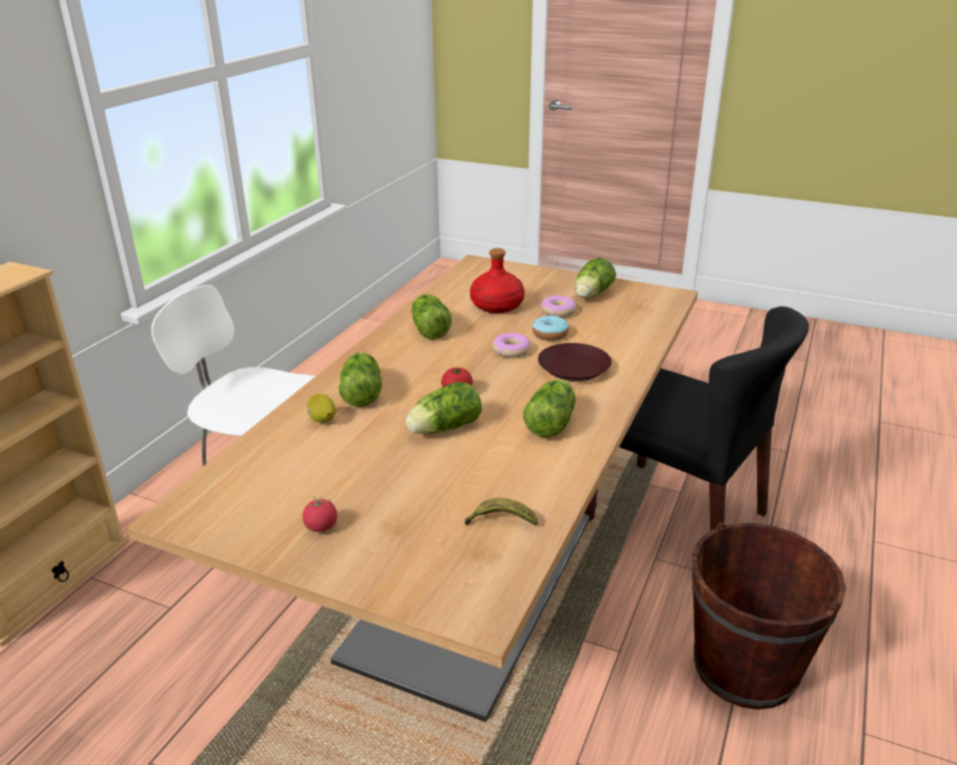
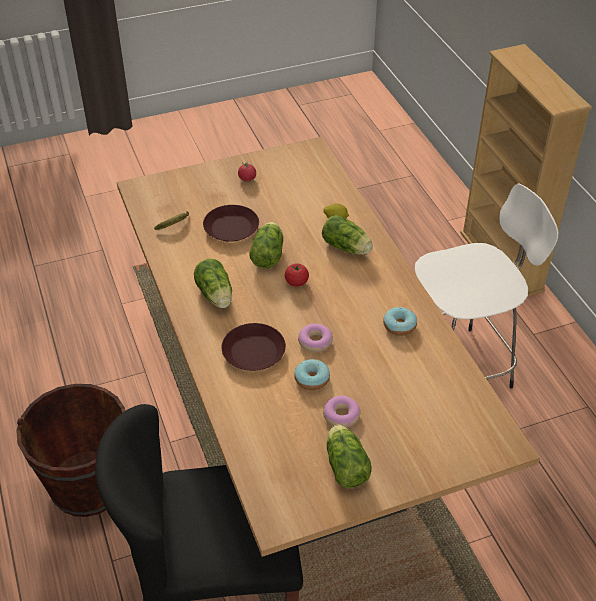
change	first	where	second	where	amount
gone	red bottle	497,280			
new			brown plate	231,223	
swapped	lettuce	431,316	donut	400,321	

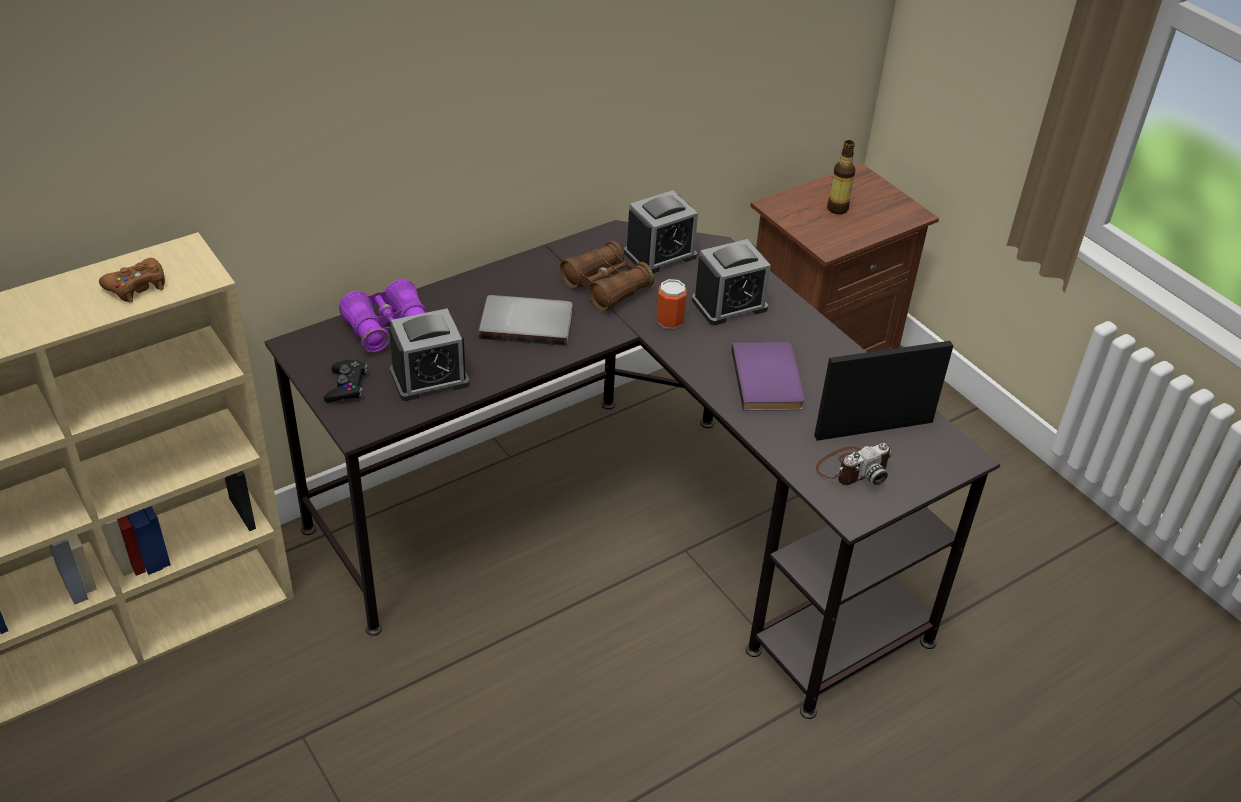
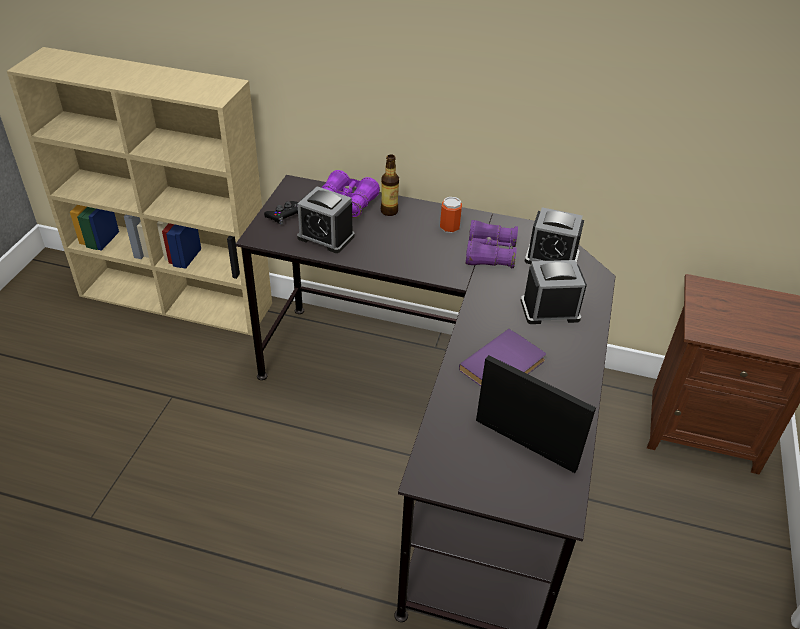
change	first	where	second	where	amount
gone	brown game controller	132,280			
gone	grey book	525,320			
gone	photo camera	853,464			
shifted	can	671,304		451,215	
shifted	bottle	841,177		390,185	
repainted	brown binoculars	607,276	purple binoculars	491,244	
rotated	alarm clock	731,282		554,292	150 degrees clockwise

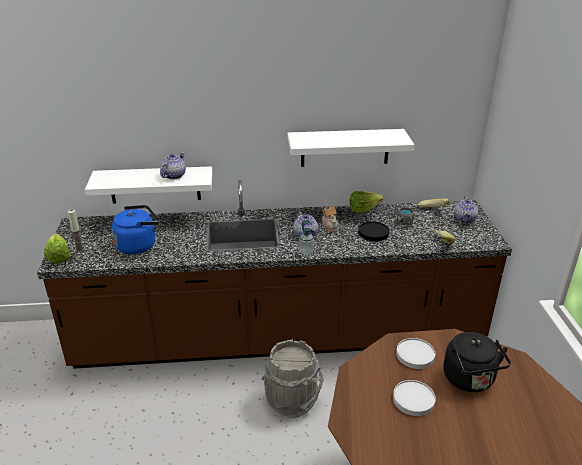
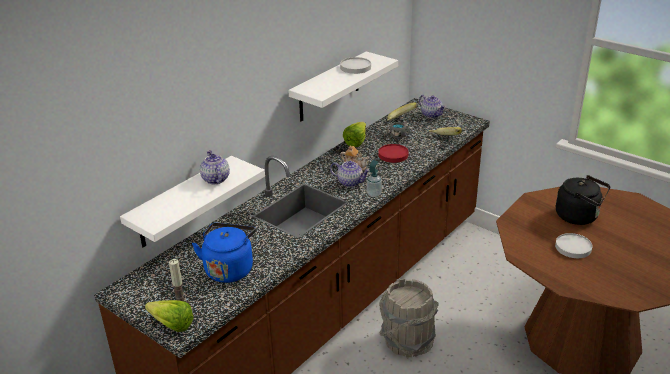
change	first	where	second	where	amount
shifted	white plate	415,353		355,65	
repainted	black plate	373,231	red plate	393,153	

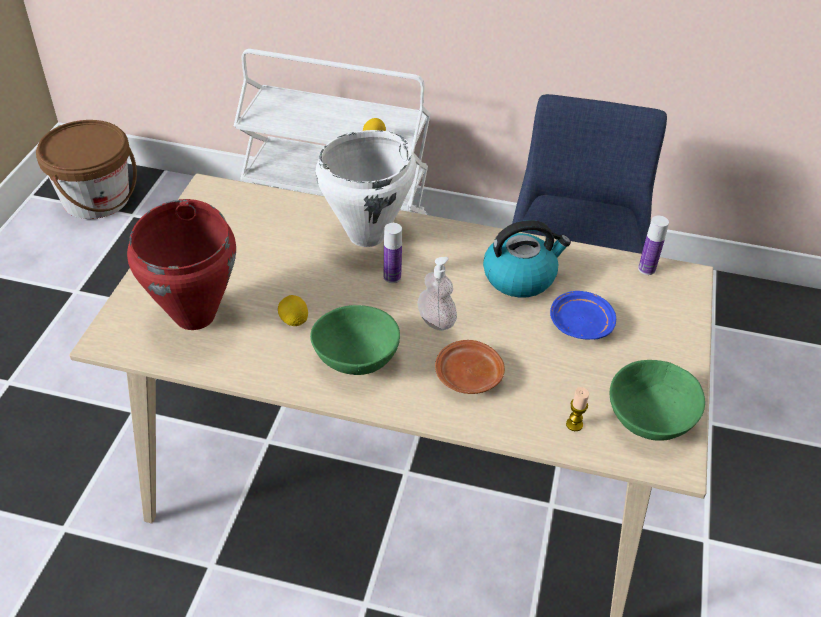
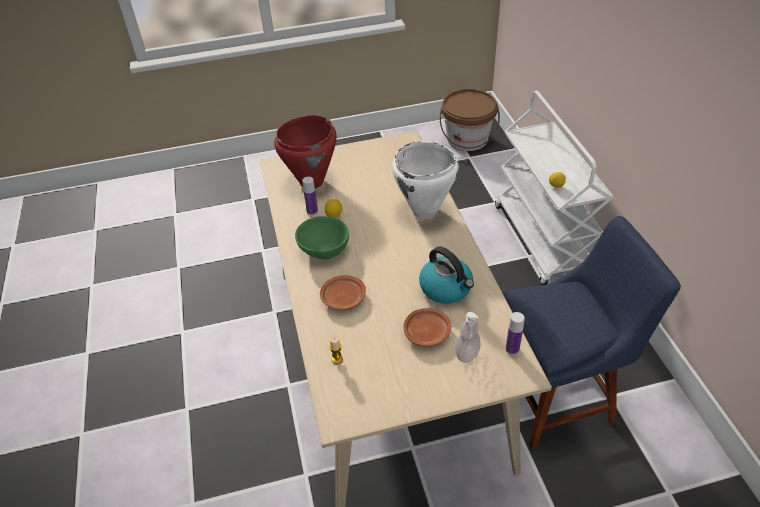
change	first	where	second	where	amount
gone	green bowl	657,400			
shifted	bottle	393,253		310,196	
shifted	soap dispenser	437,294		468,337	
repainted	blue plate	583,315	brown plate	427,327	

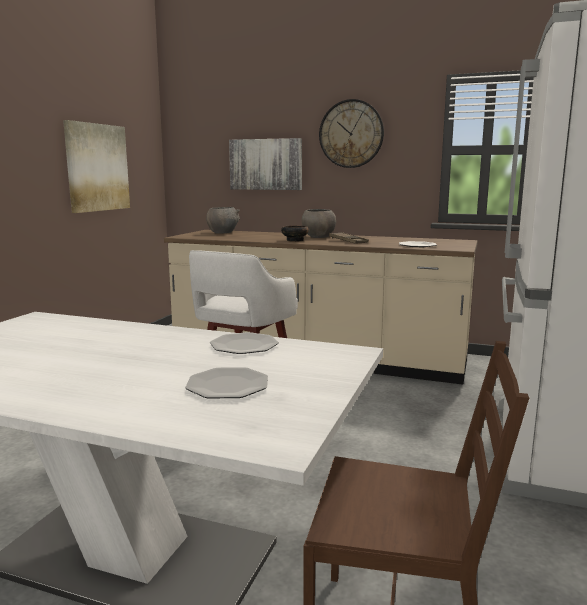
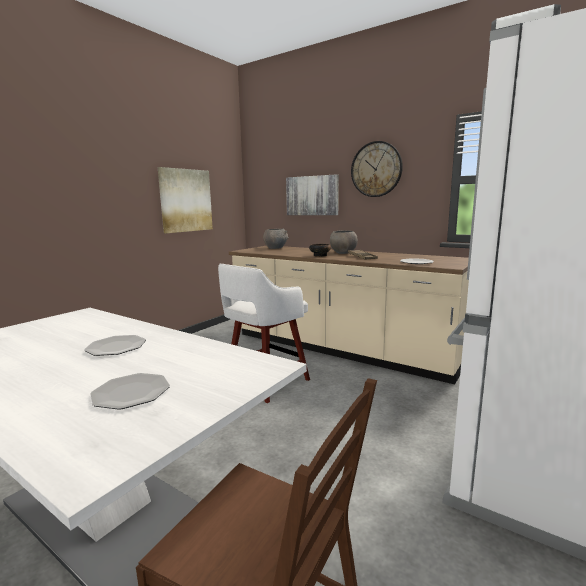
change	first	where	second	where	amount
shifted	plate	244,343		115,345	

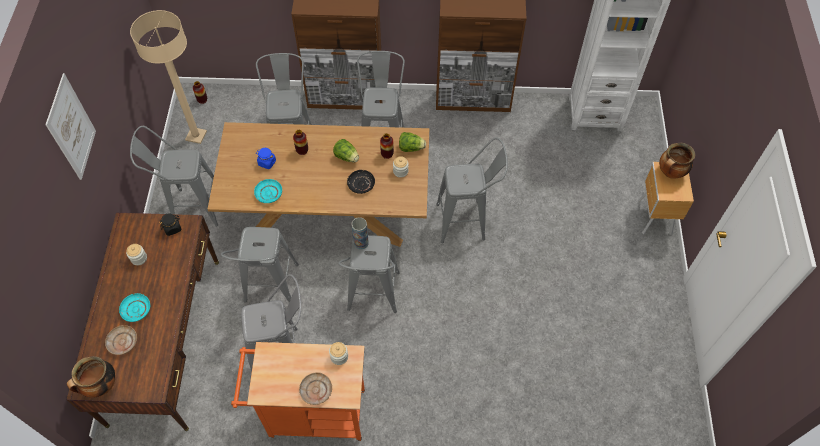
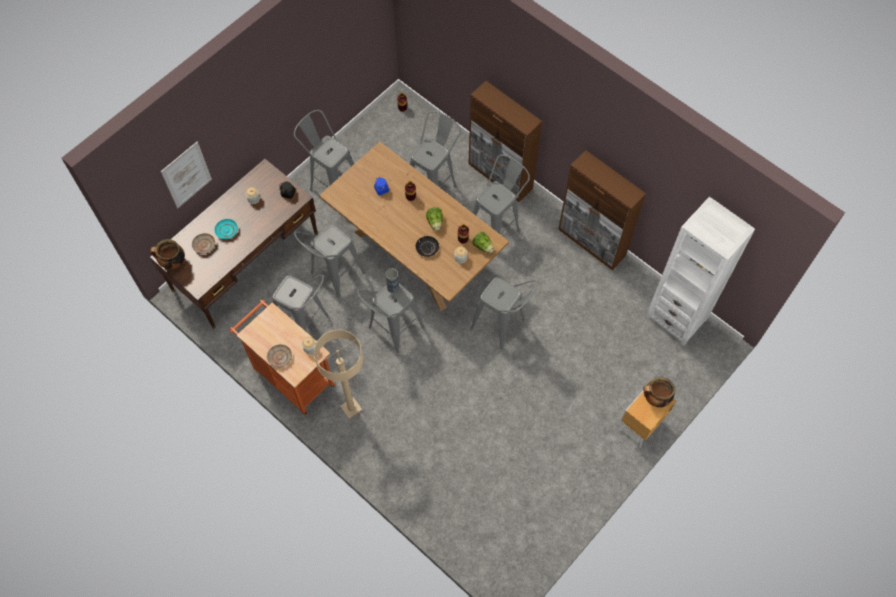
change	first	where	second	where	amount
gone	turquoise plate	268,191			
shifted	picture	70,126		186,175	
shifted	beige floor lamp	168,77		338,374	

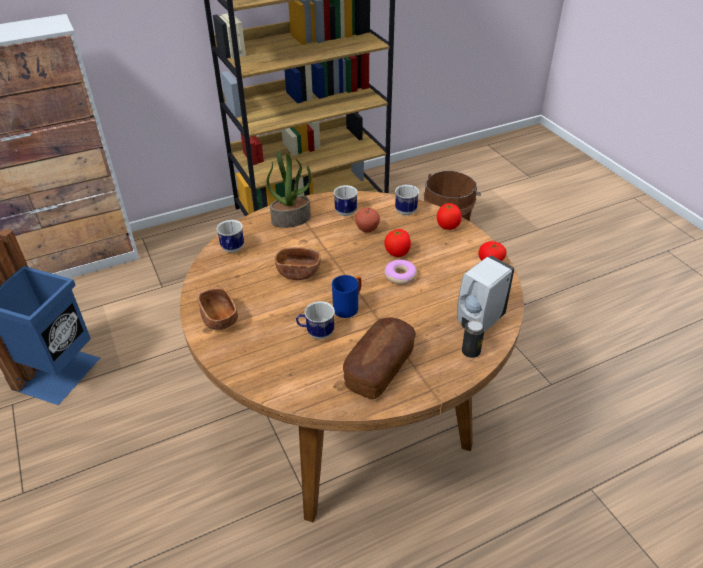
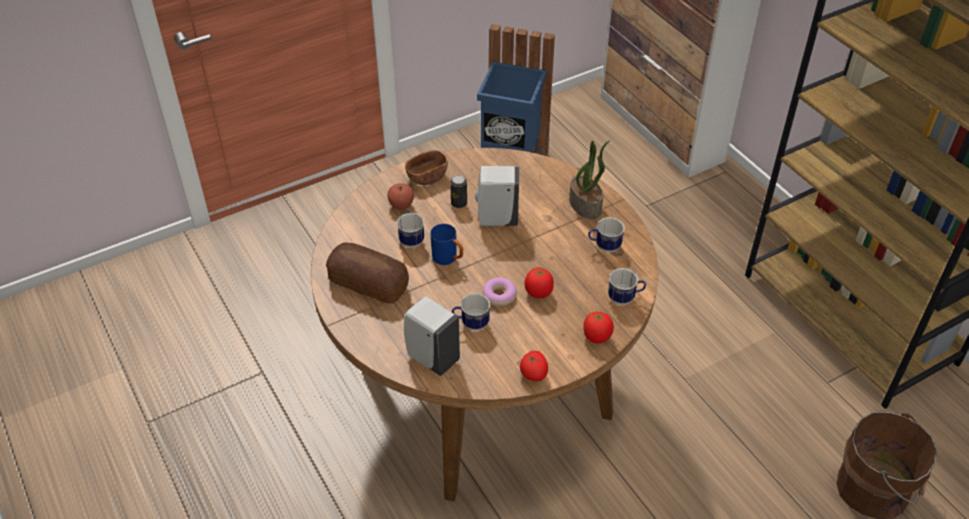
change	first	where	second	where	amount
shifted	mug	230,236		471,312	
shifted	apple	367,220		400,196	
shifted	can	473,339		458,191	
swapped	brown bowl	298,263	white soap dispenser	497,196	

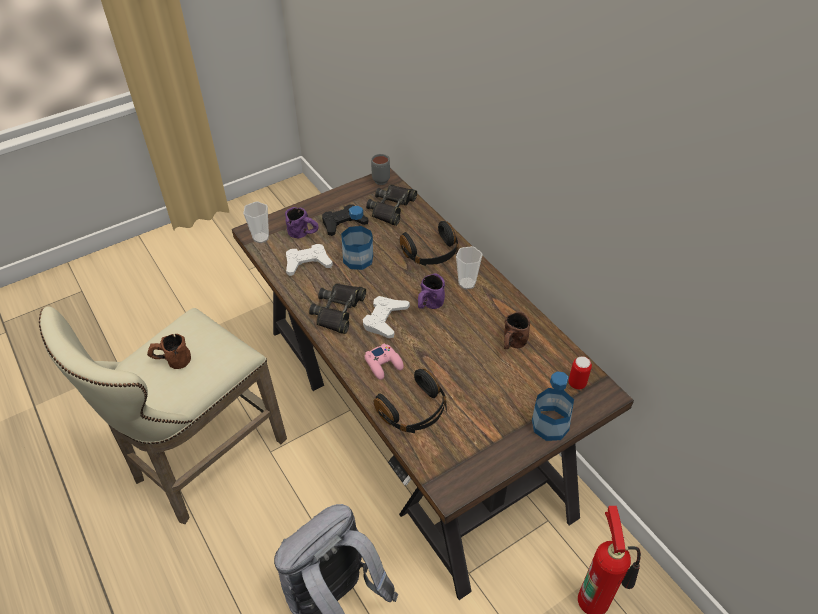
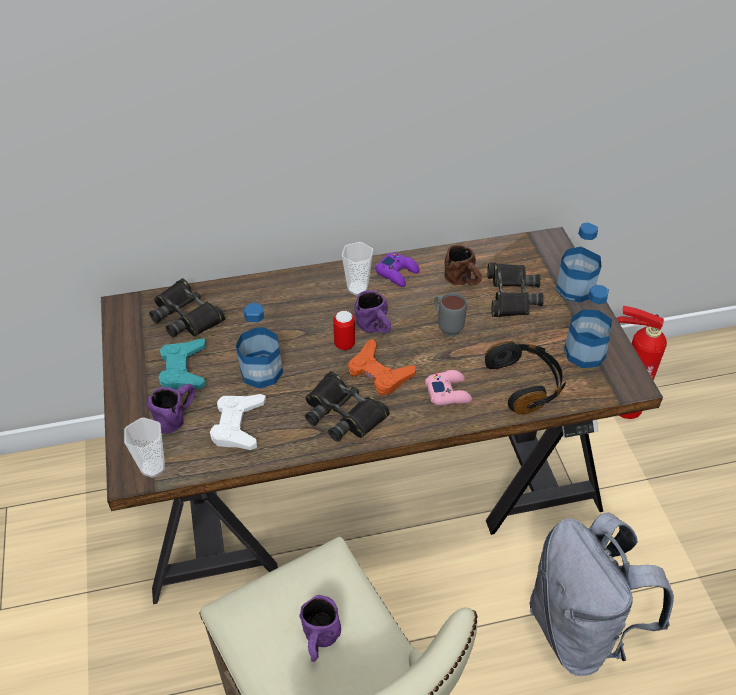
change	first	where	second	where	amount
gone	black headphones	429,243			
new			purple game controller	397,270	
new			black binoculars	515,290	
new			bottle	588,326	
shifted	grey mug	380,169		450,314	
shifted	can	580,373		344,330	
repainted	brown mug	169,351	purple mug	320,628	
repainted	black game controller	345,220	turquoise game controller	182,364	
repainted	white game controller	386,317	orange game controller	382,367	

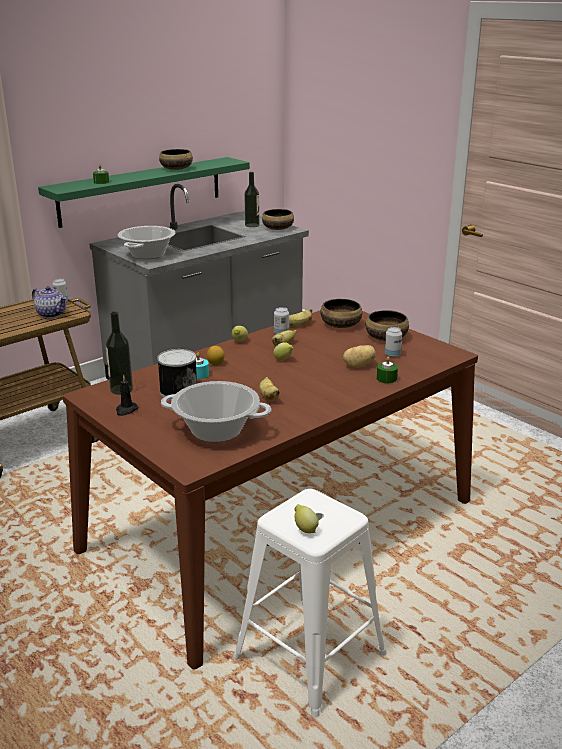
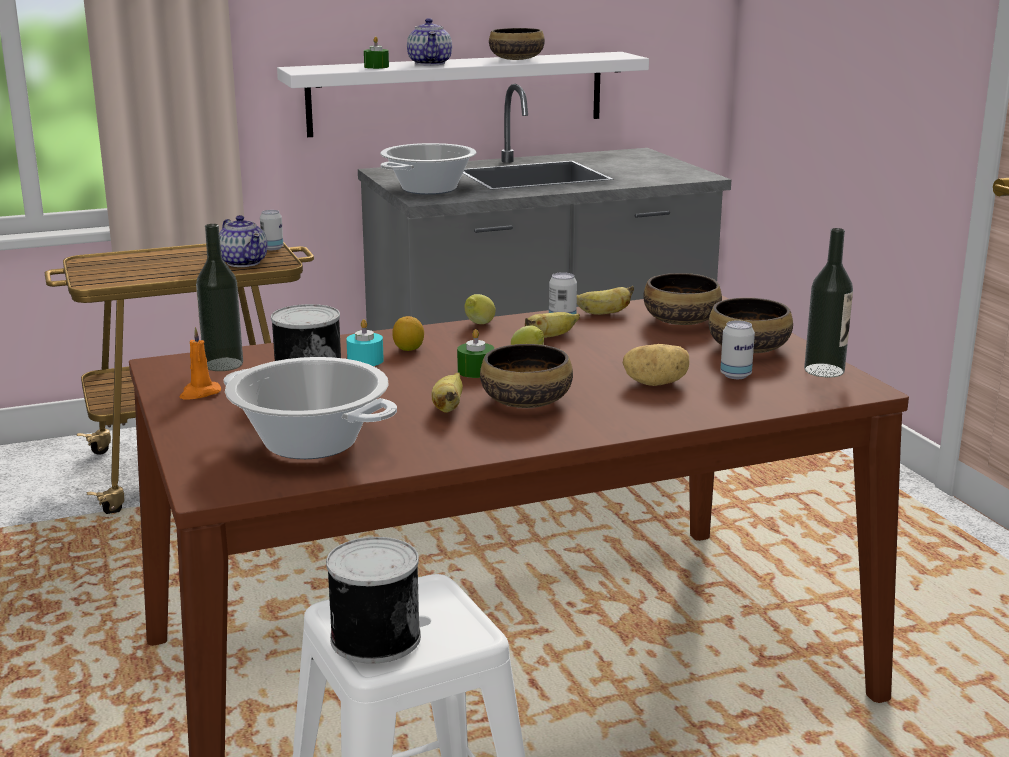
change	first	where	second	where	amount
new			teapot	429,42	
shifted	bottle	251,199		828,303	
shifted	bowl	278,219		526,376	
shifted	green candle	387,369		475,353	
swapped	lemon	307,518	can	373,600	
repainted	green shelf	144,192	white shelf	463,94	
repainted	black candle	127,395	orange candle	200,363	

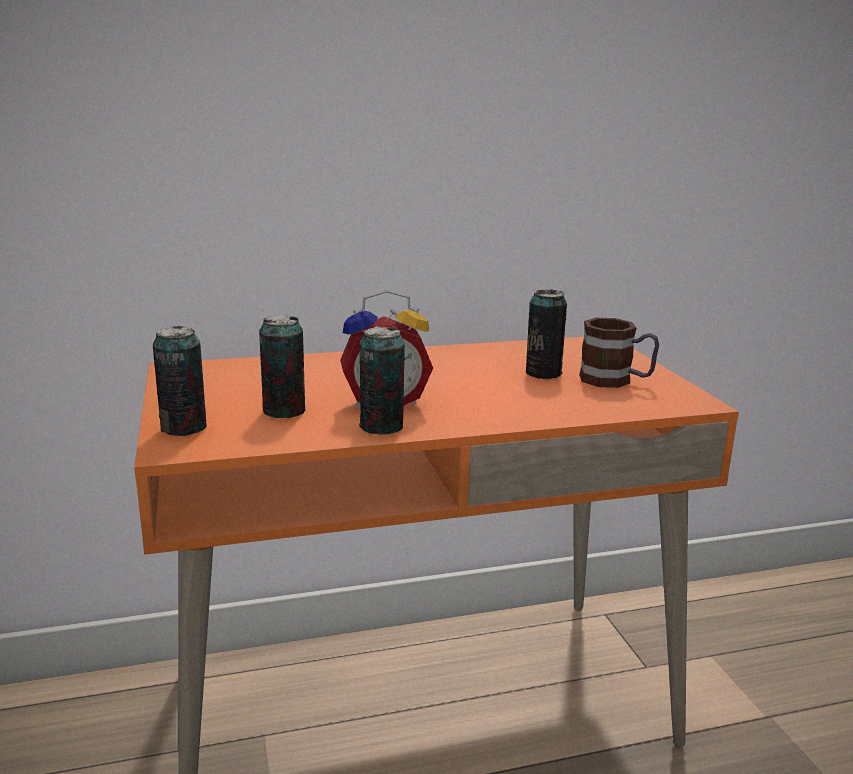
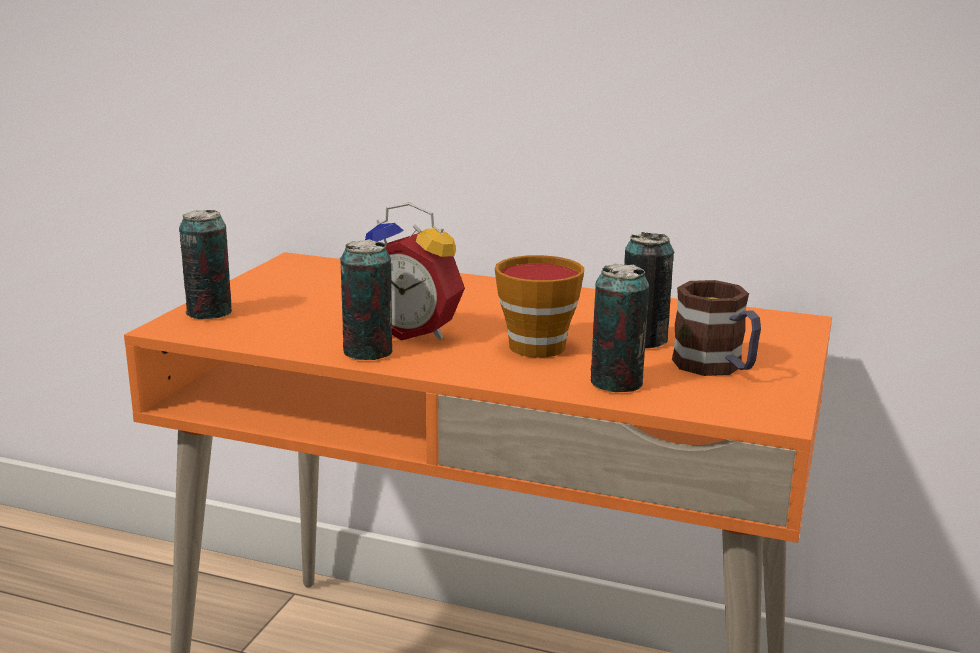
change	first	where	second	where	amount
new			cup	539,306	
shifted	can	282,366		620,327	

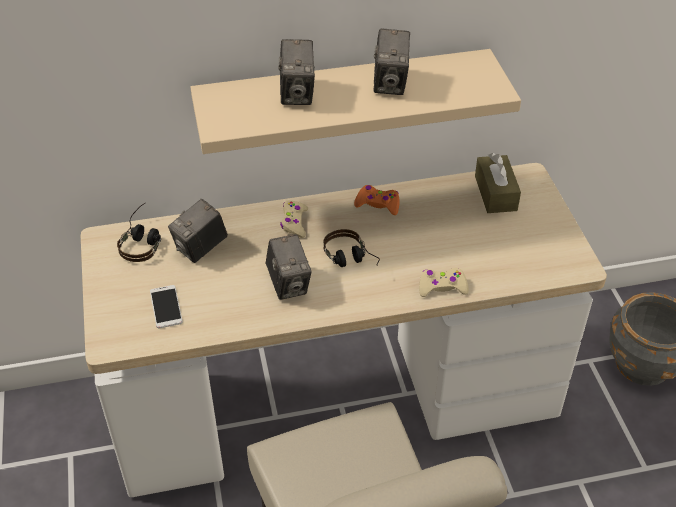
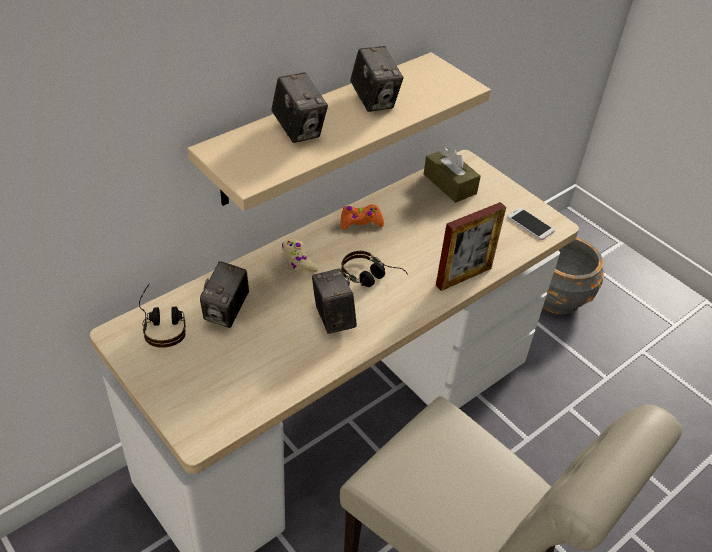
change	first	where	second	where	amount
shifted	phone	166,306		531,224	
swapped	beige game controller	444,282	picture frame	471,246	
rotated	photo camera	289,267		334,301	150 degrees counterclockwise

